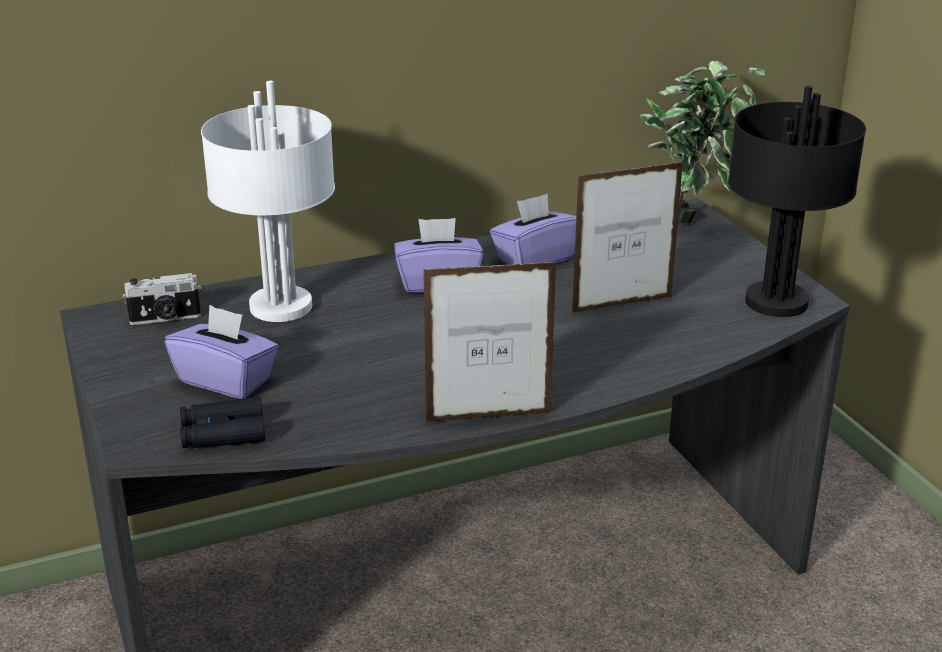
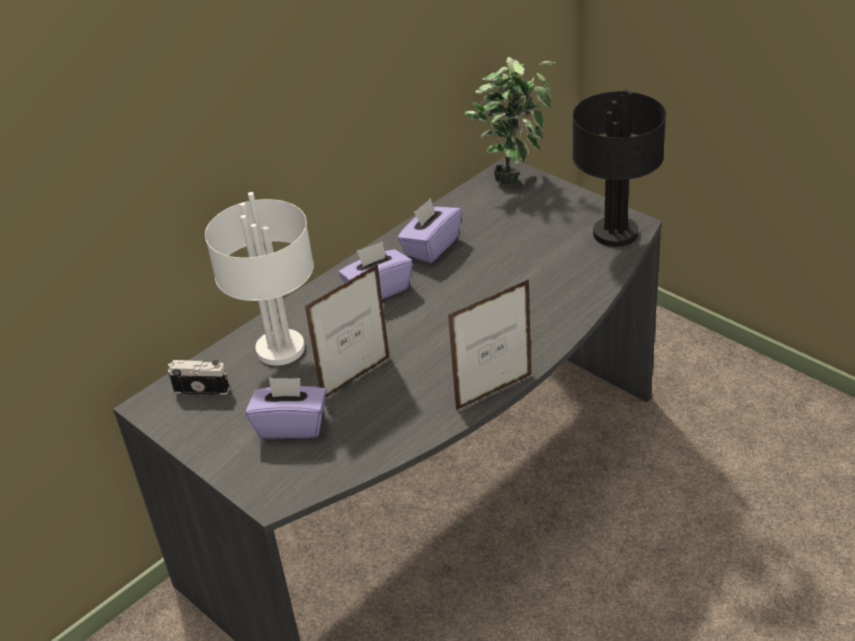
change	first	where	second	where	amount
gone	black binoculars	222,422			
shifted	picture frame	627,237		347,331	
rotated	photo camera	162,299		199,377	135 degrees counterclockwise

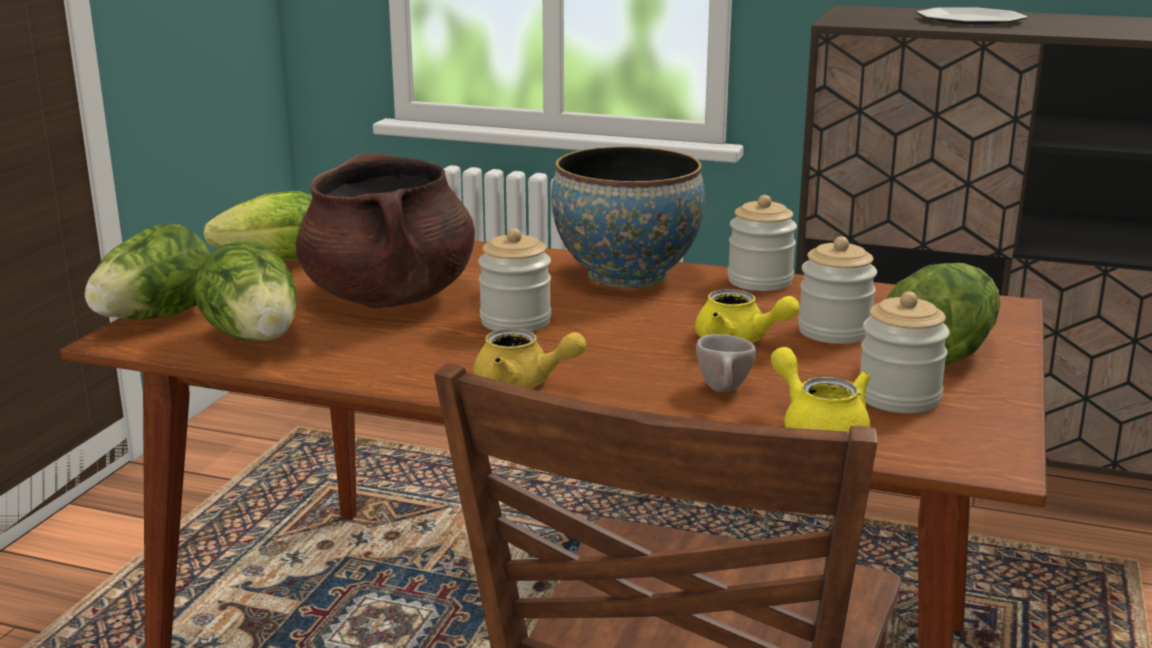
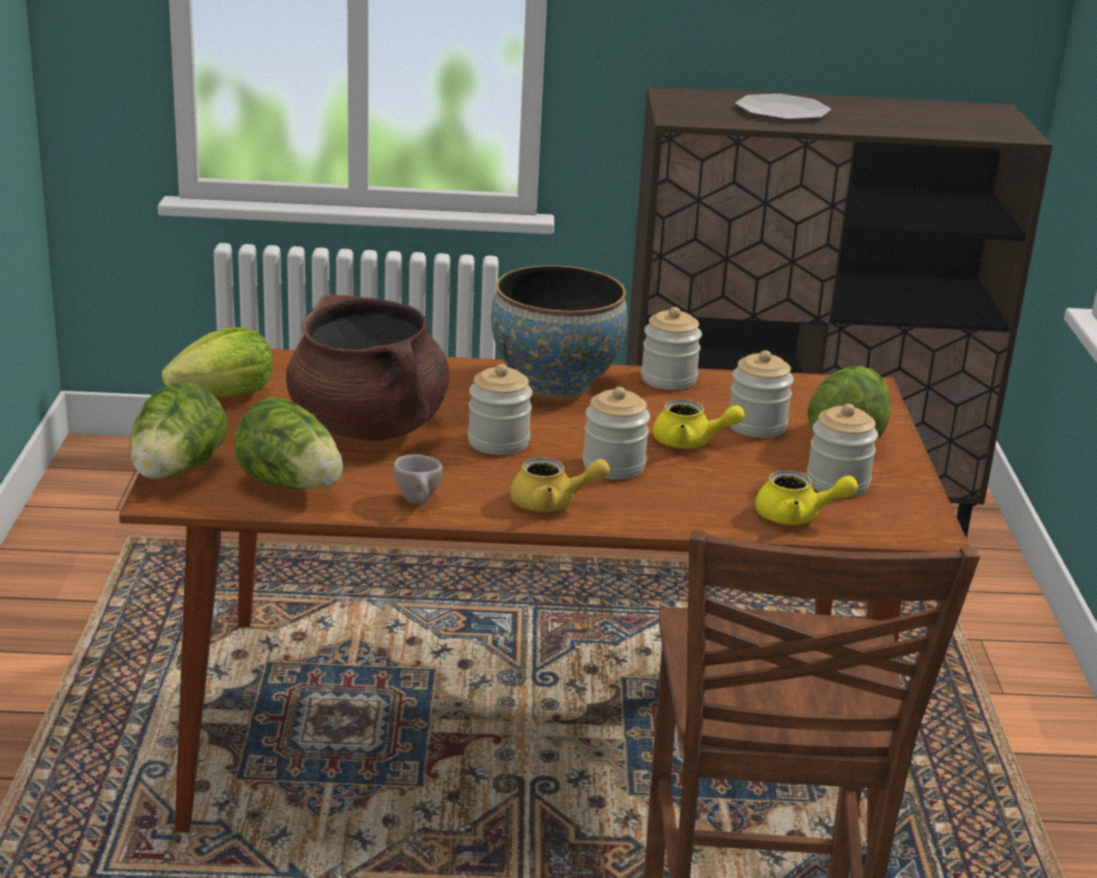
change	first	where	second	where	amount
new			jar	616,433	
shifted	beige cup	726,363		418,479	
rotated	yellow teapot	820,391		806,497	150 degrees clockwise

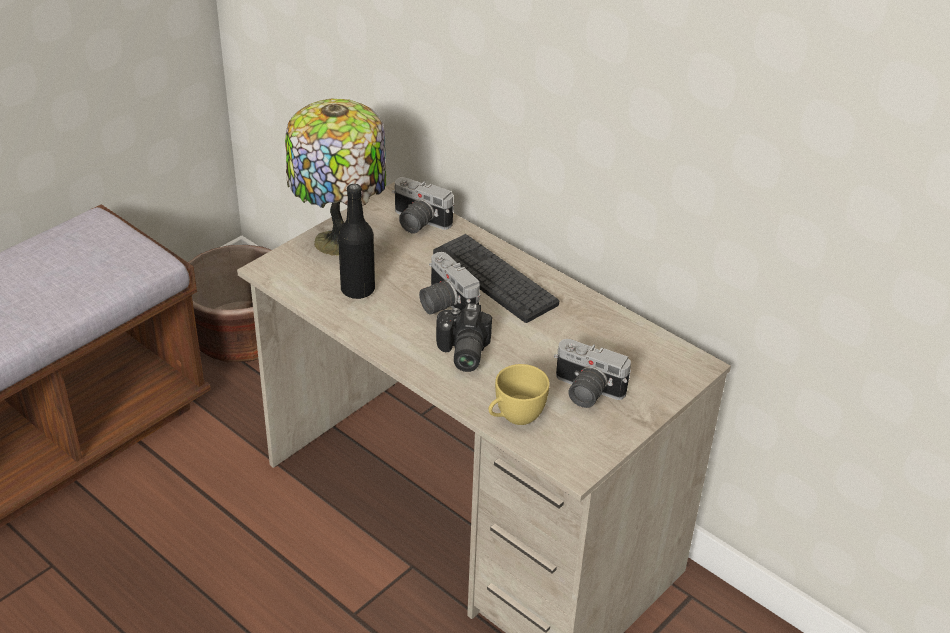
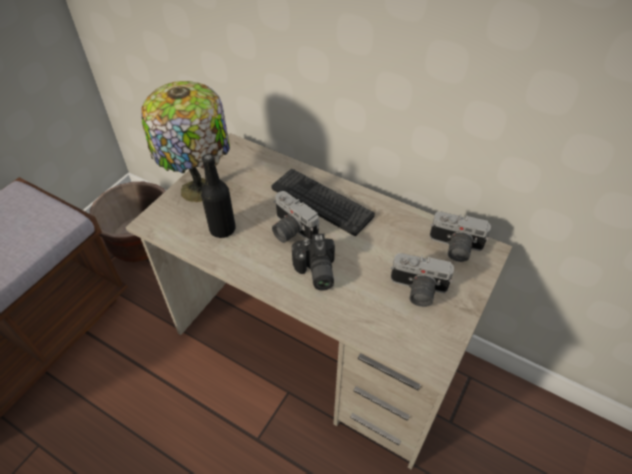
change	first	where	second	where	amount
gone	yellow cup	519,394			
shifted	photo camera	423,205		460,237	

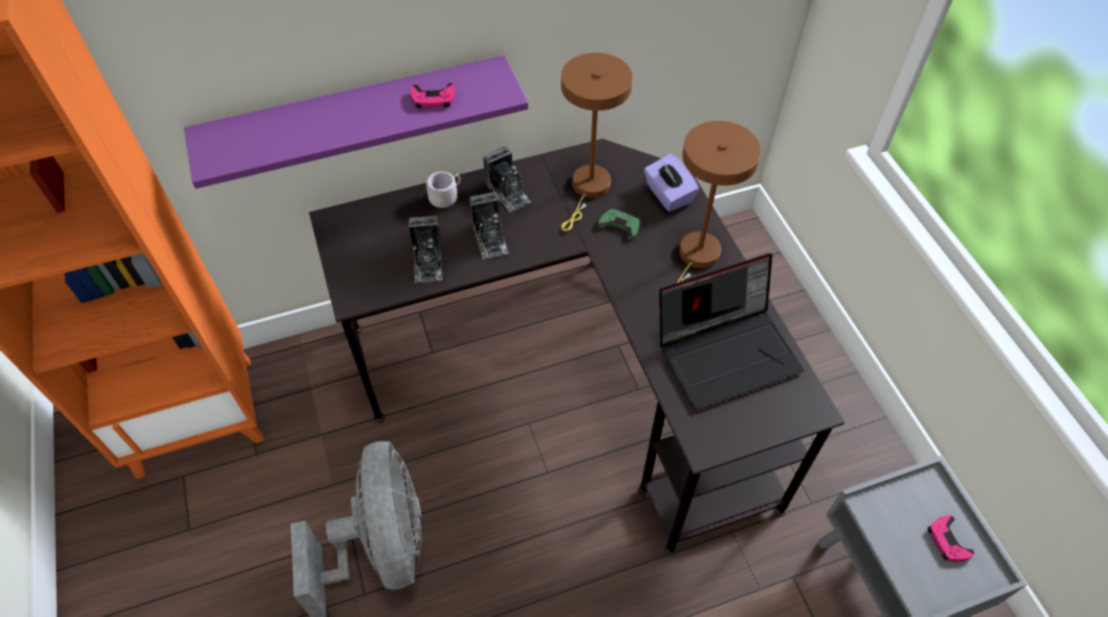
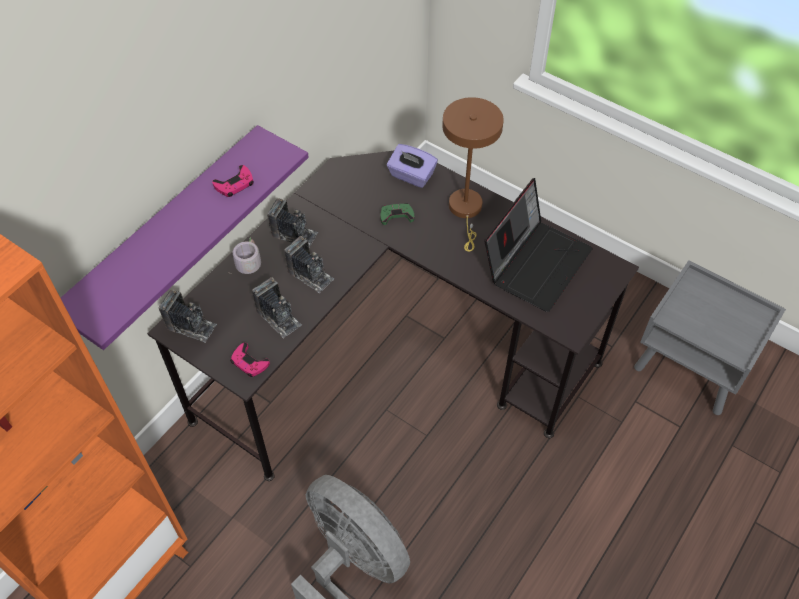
change	first	where	second	where	amount
gone	brown table lamp	597,142			
new			photo camera	187,316	
shifted	pink game controller	951,538		250,359	

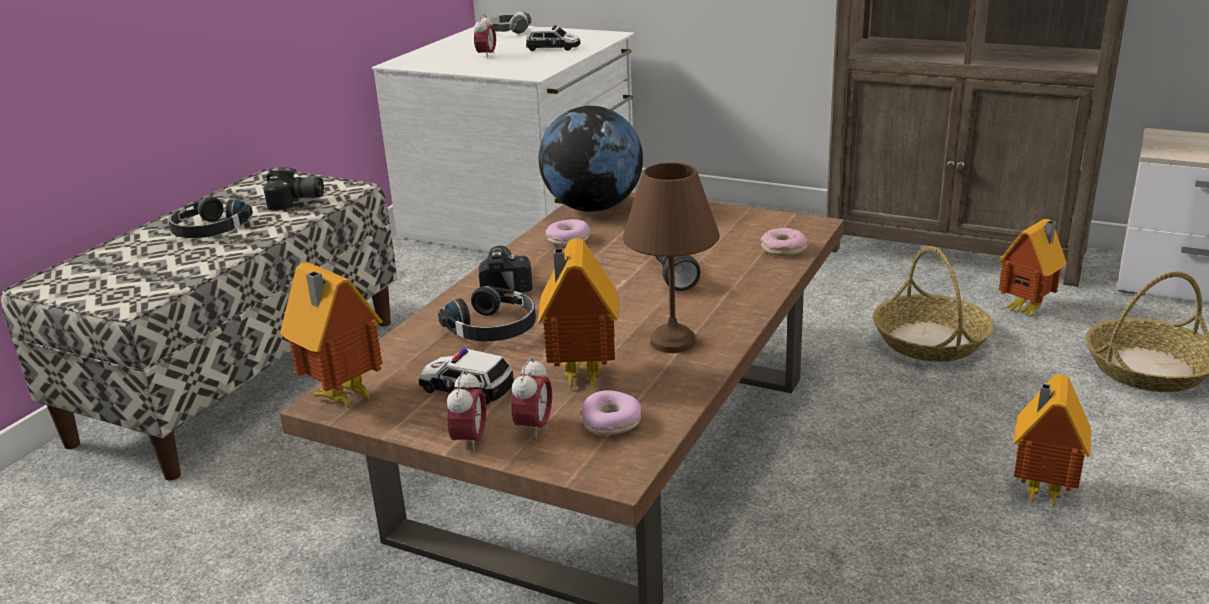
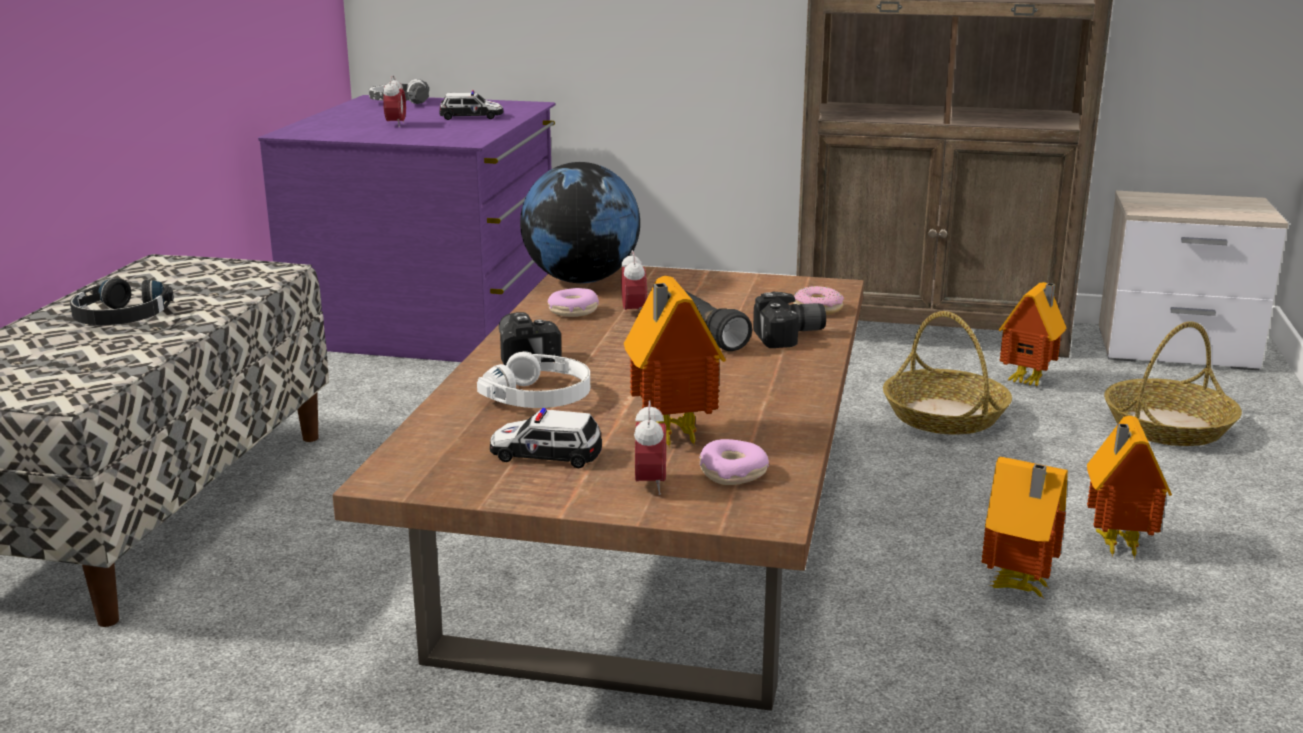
change	first	where	second	where	amount
gone	brown table lamp	671,258			
shifted	photo camera	294,188		789,320	
shifted	toy house	331,336		1024,526	
shifted	alarm clock	466,411		634,280	
repainted	white dresser	503,139	purple dresser	406,228	
repainted	black headphones	487,313	white headphones	533,379	

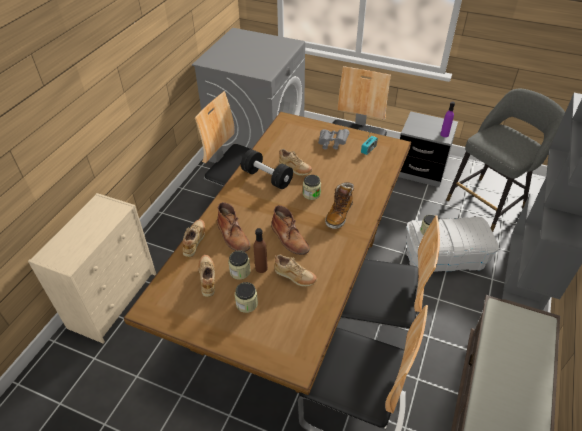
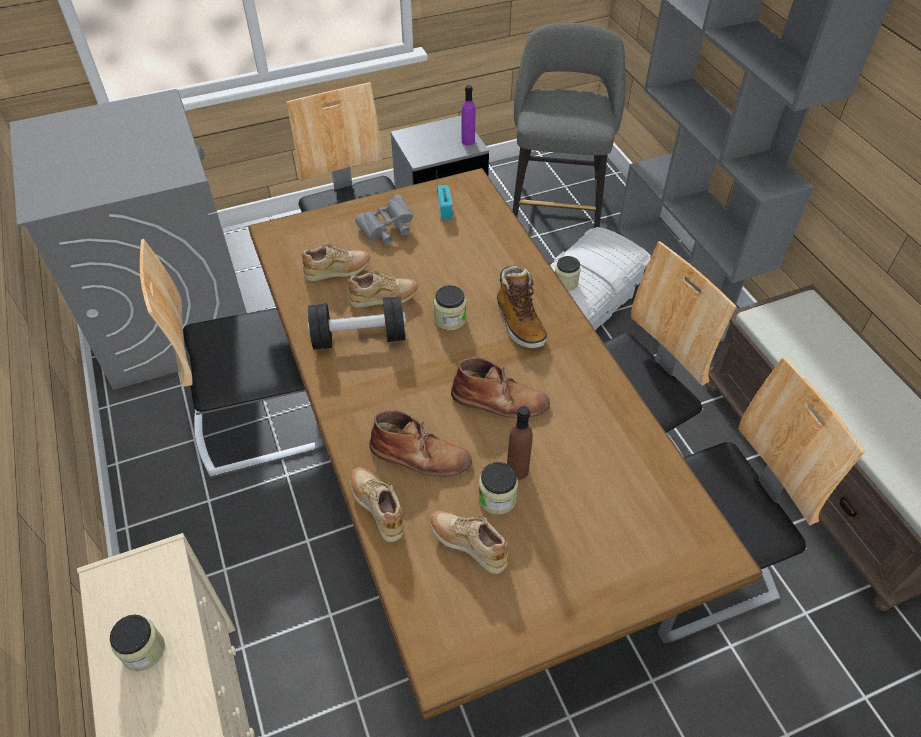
change	first	where	second	where	amount
shifted	jar	246,297		137,642	
shifted	beige shoe	296,270		336,262	

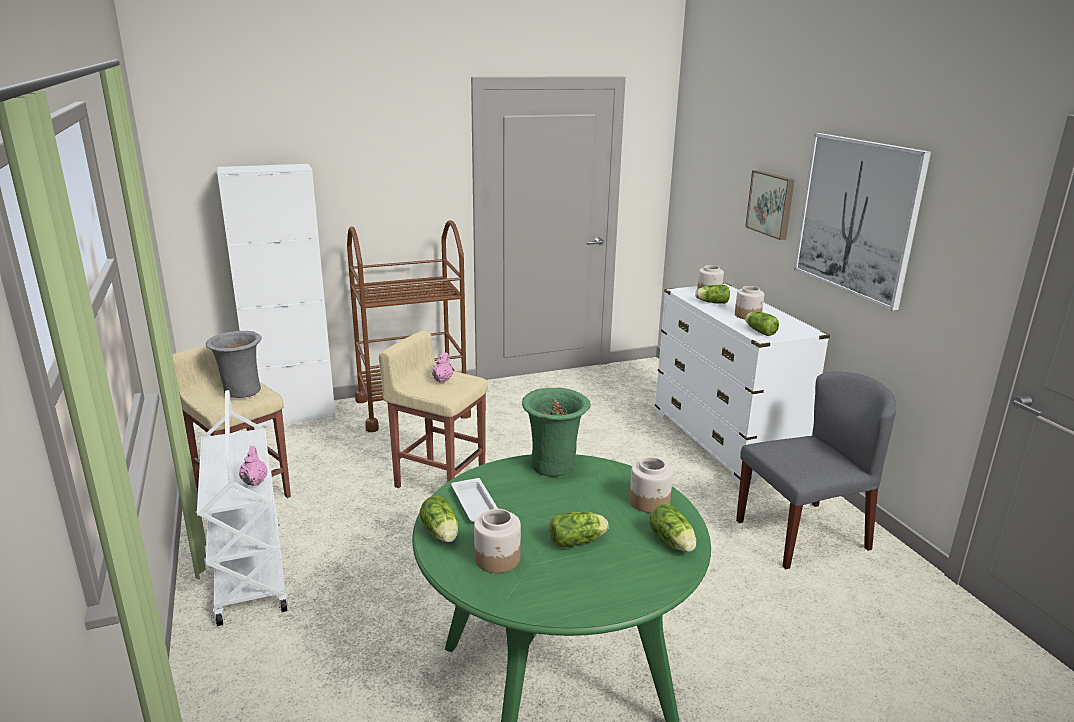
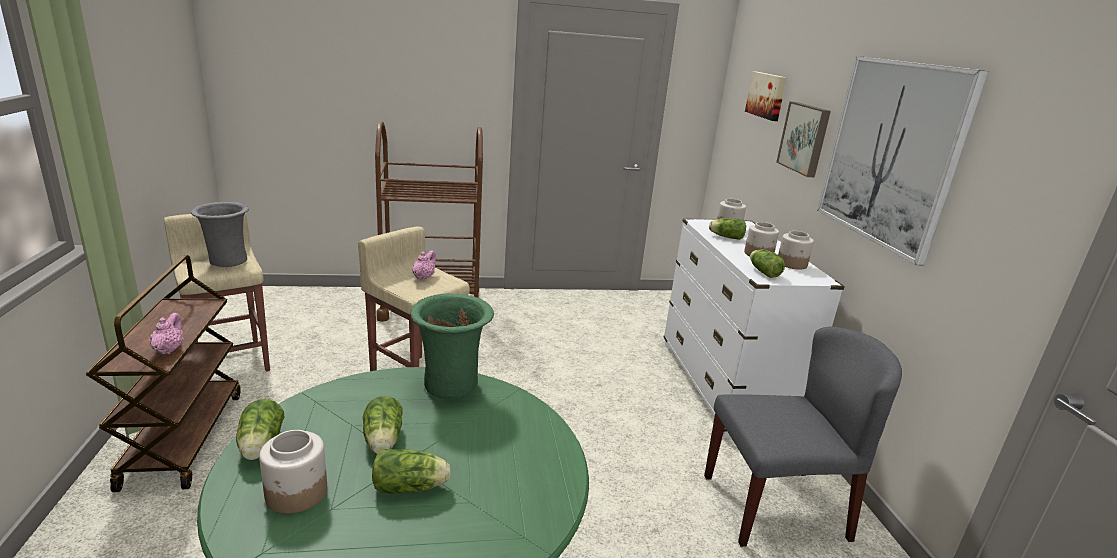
change	first	where	second	where	amount
gone	white cabinet	276,296			
gone	white tray	474,500			
new			picture	766,96	
shifted	jar	651,485		796,250	
shifted	lettuce	673,528		383,425	
repainted	white cart	242,508	brown cart	163,373	

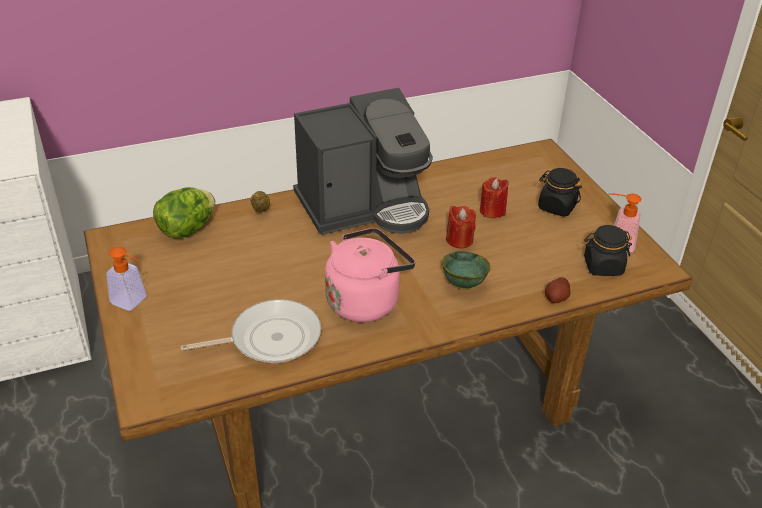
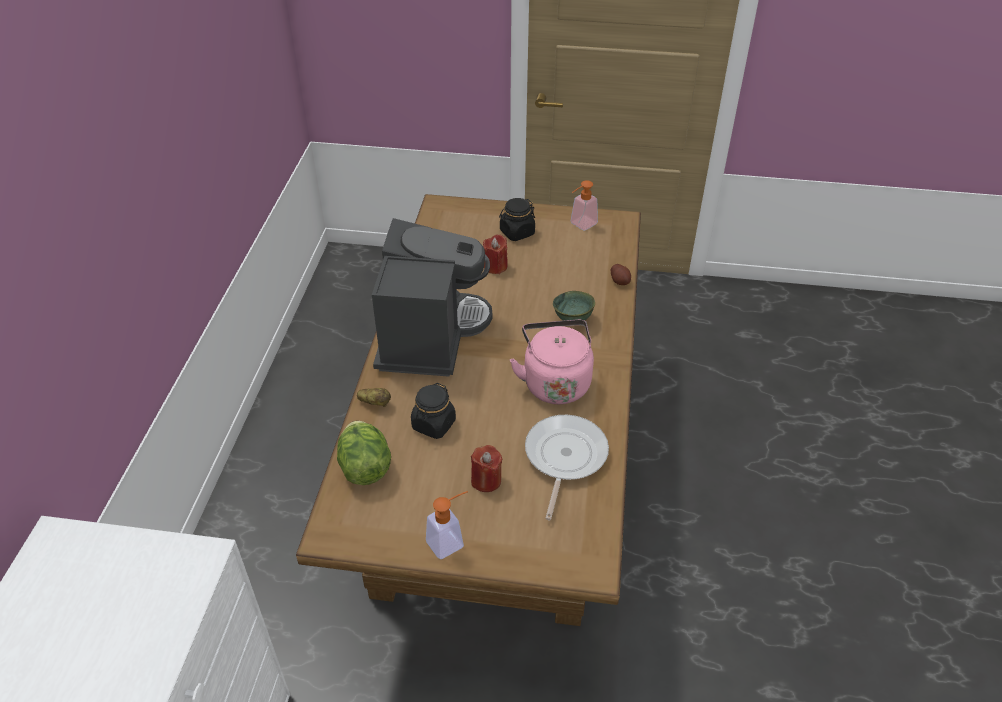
change	first	where	second	where	amount
shifted	red candle	461,227		487,468	
shifted	black jar	608,250		433,411	

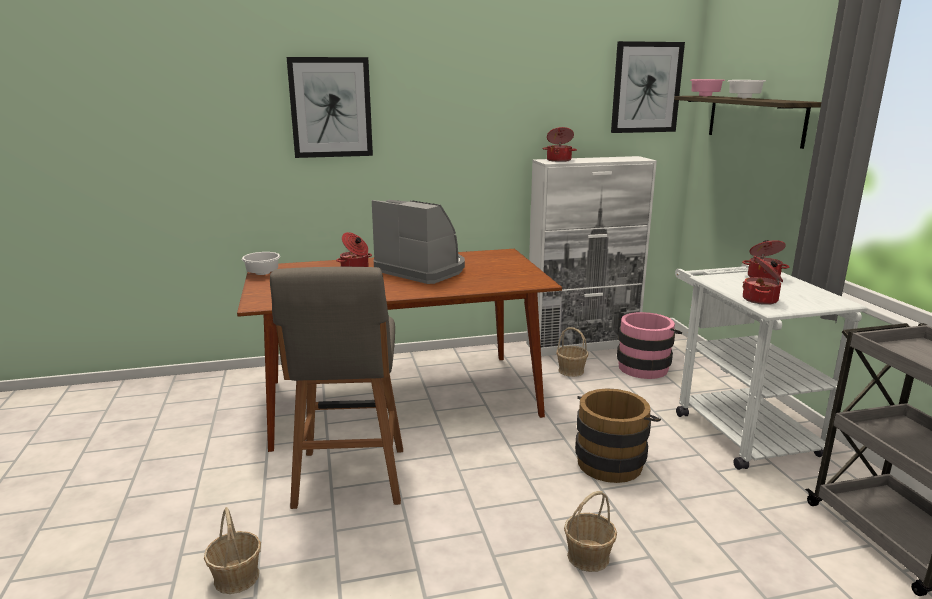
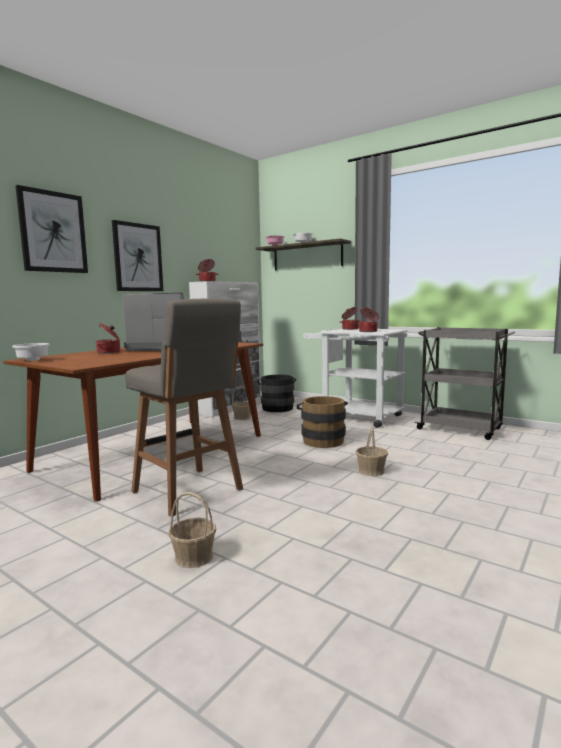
change	first	where	second	where	amount
shifted	picture	648,87		137,255	
repainted	pink bucket	649,345	black bucket	276,393	

